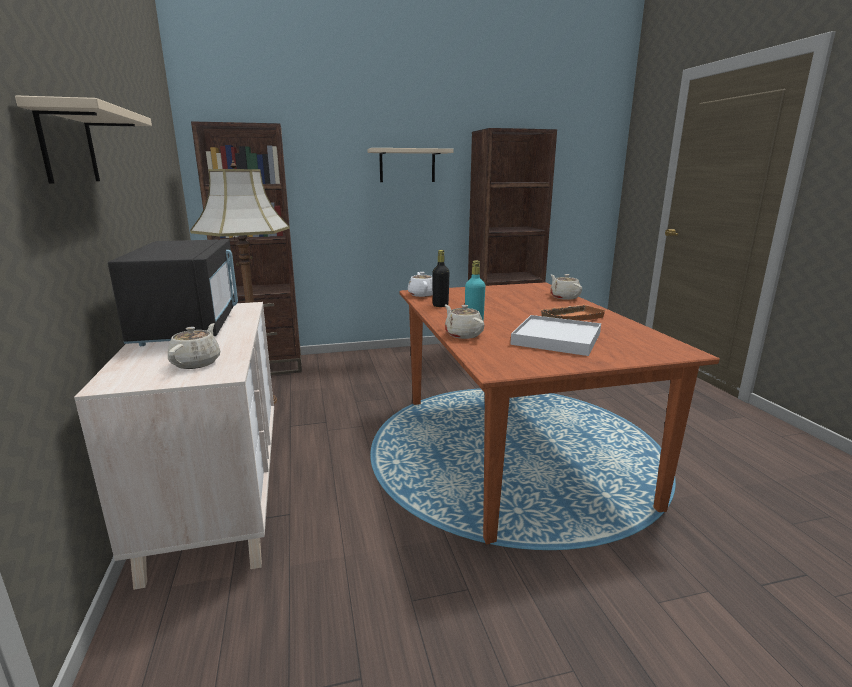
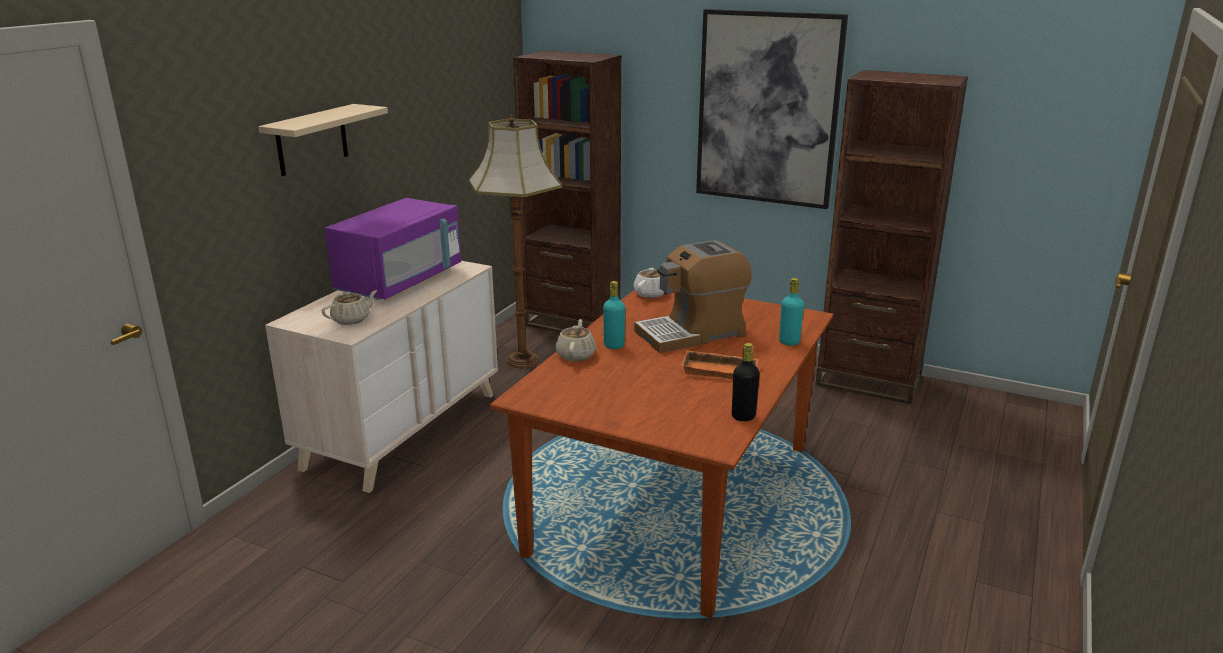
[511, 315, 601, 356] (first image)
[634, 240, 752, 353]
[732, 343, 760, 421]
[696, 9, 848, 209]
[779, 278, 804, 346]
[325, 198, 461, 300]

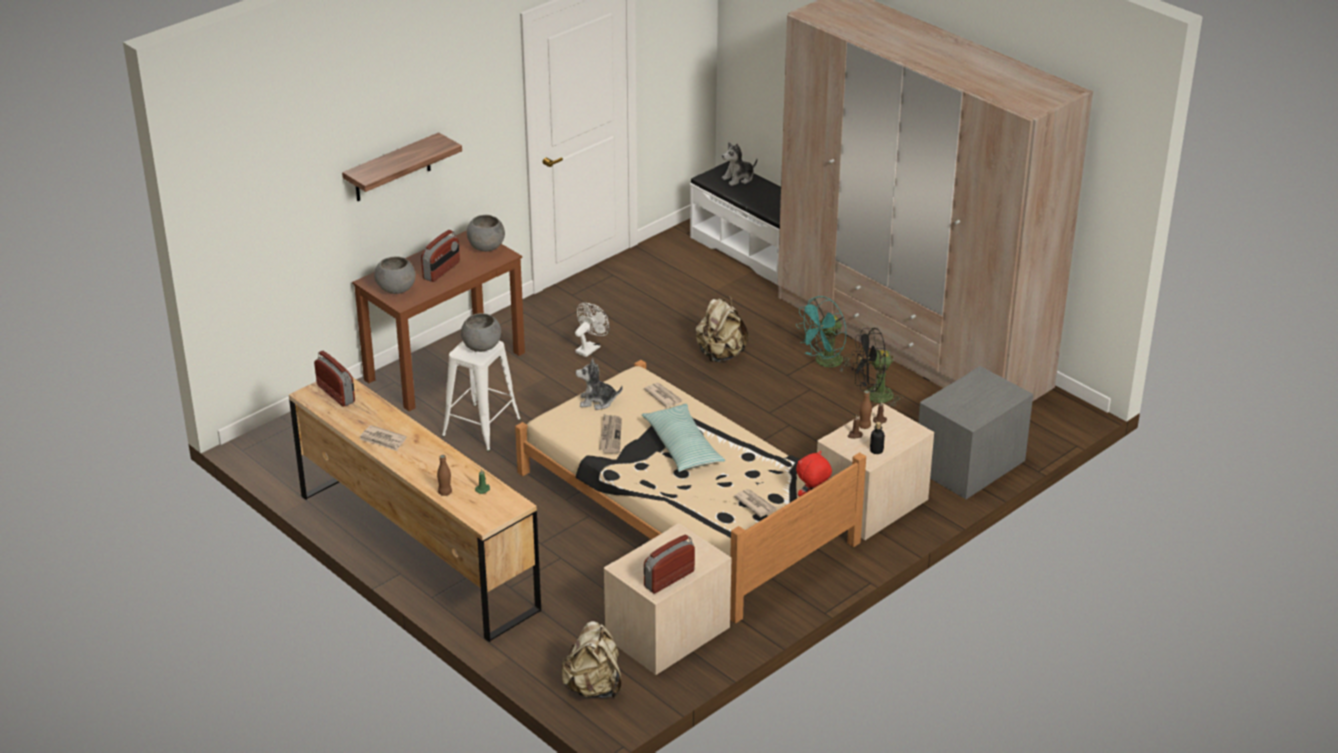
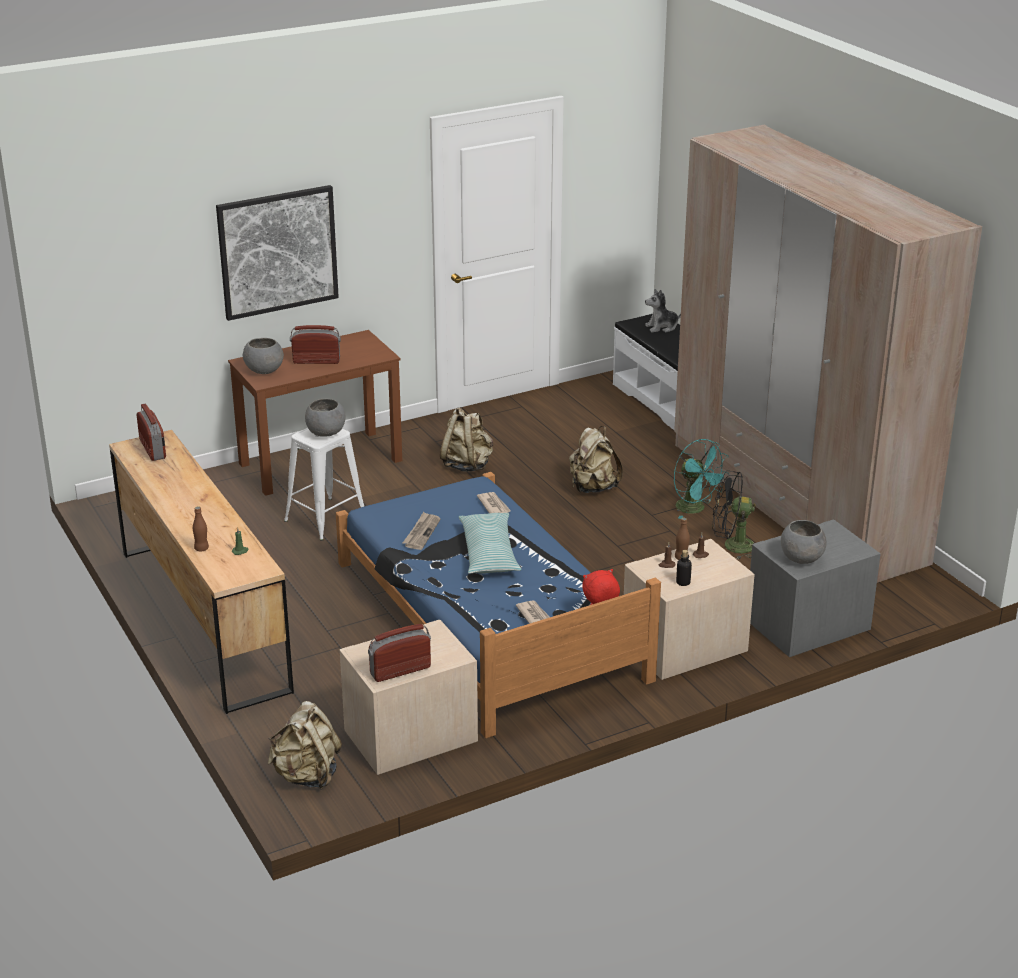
[360, 425, 407, 451] (first image)
[576, 358, 623, 410] (first image)
[781, 520, 827, 564]
[216, 185, 339, 321]
[440, 407, 493, 472]
[336, 472, 661, 738]
[290, 325, 341, 364]
[674, 439, 729, 519]

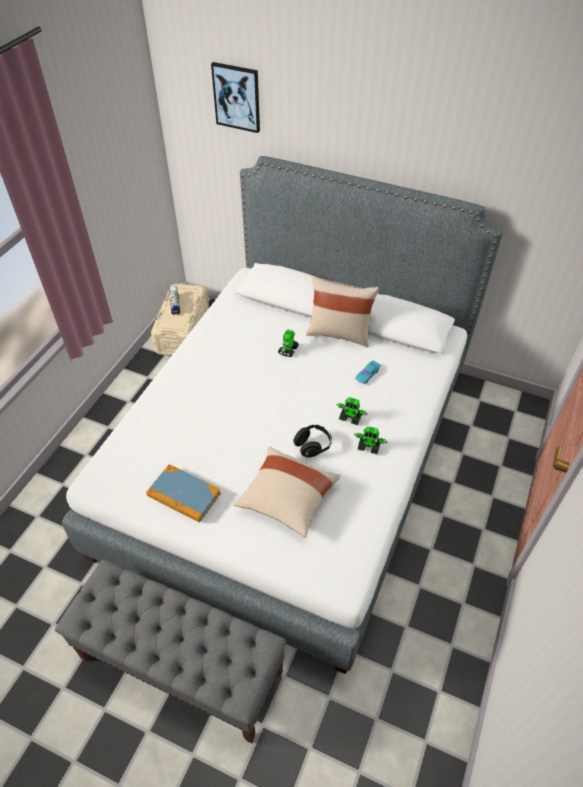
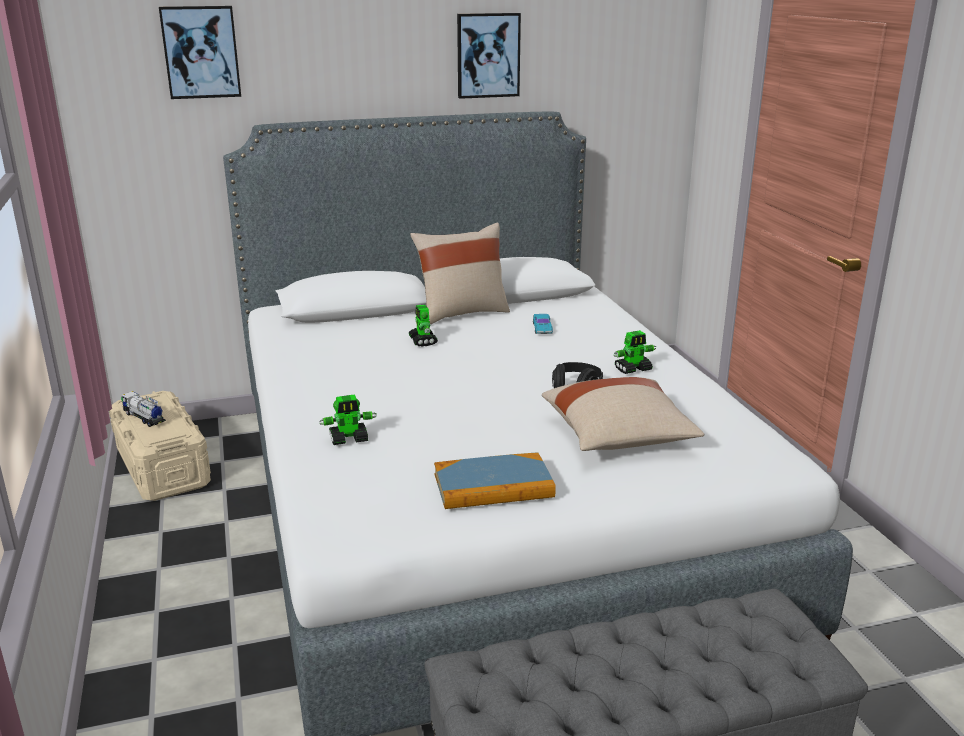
[457, 13, 521, 99]
[319, 394, 377, 445]

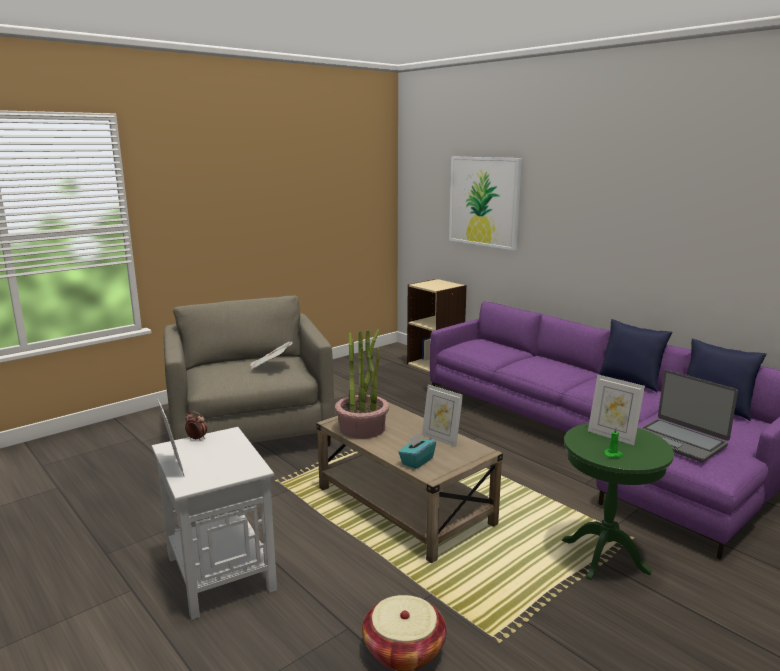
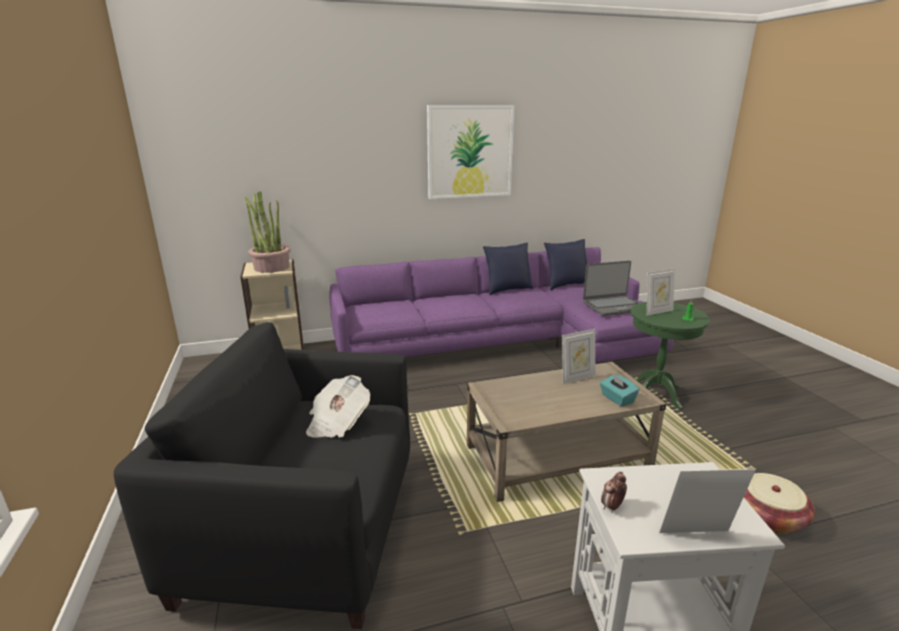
[244, 191, 291, 273]
[427, 105, 515, 199]
[114, 322, 410, 629]

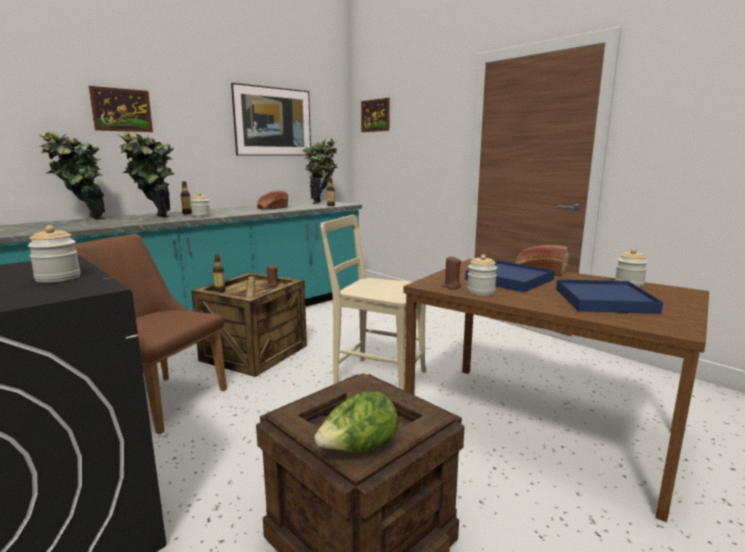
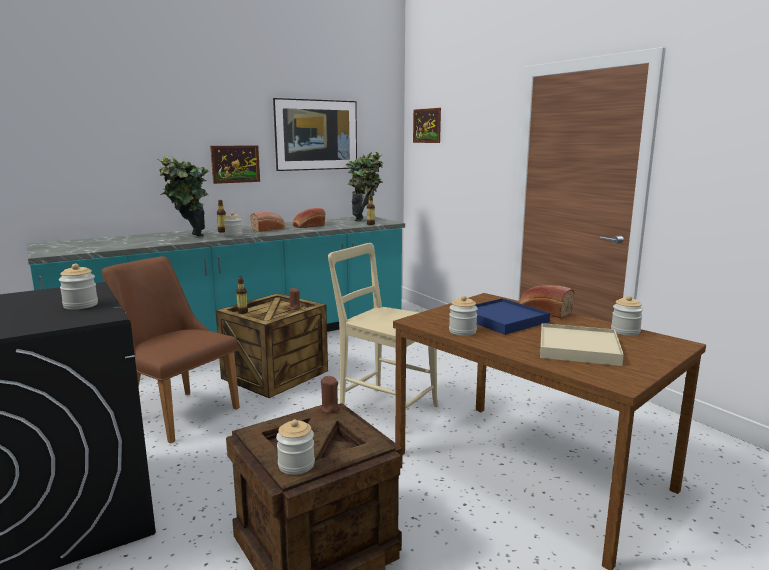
[38, 131, 105, 220] (first image)
[250, 212, 285, 232]
[210, 145, 260, 184]
[318, 376, 341, 413]
[276, 420, 315, 475]
[540, 323, 624, 366]

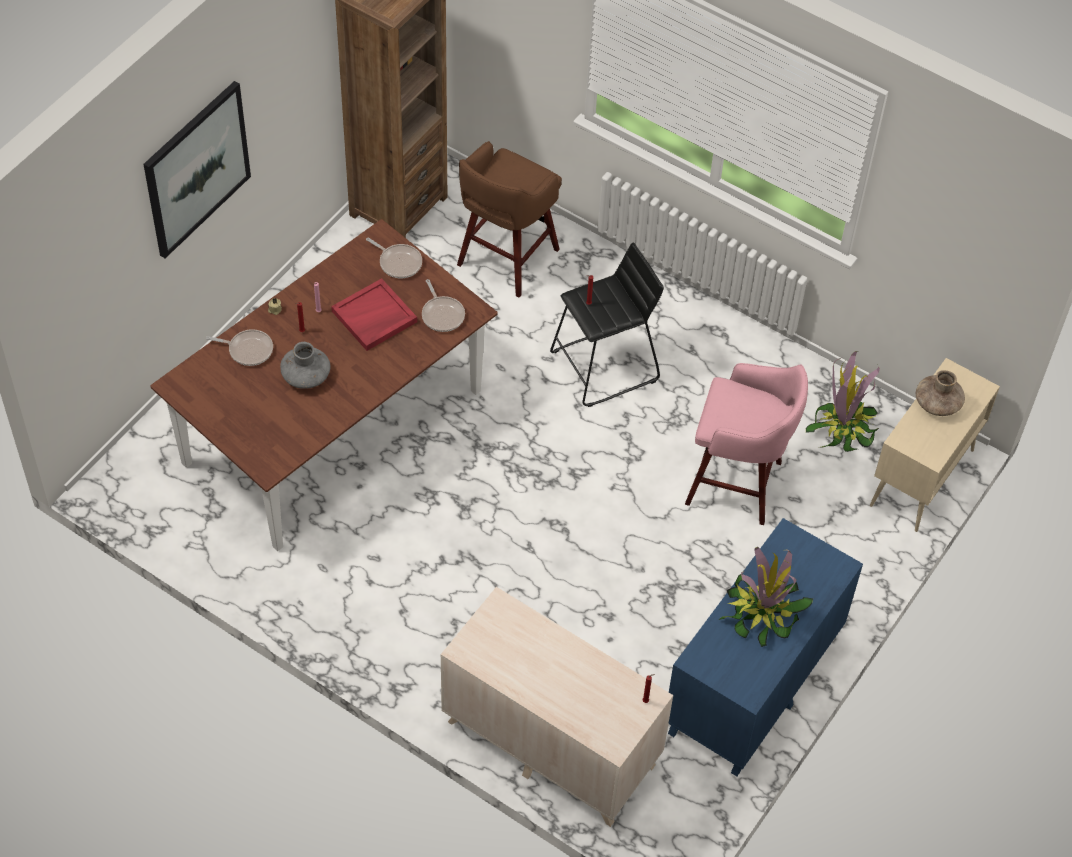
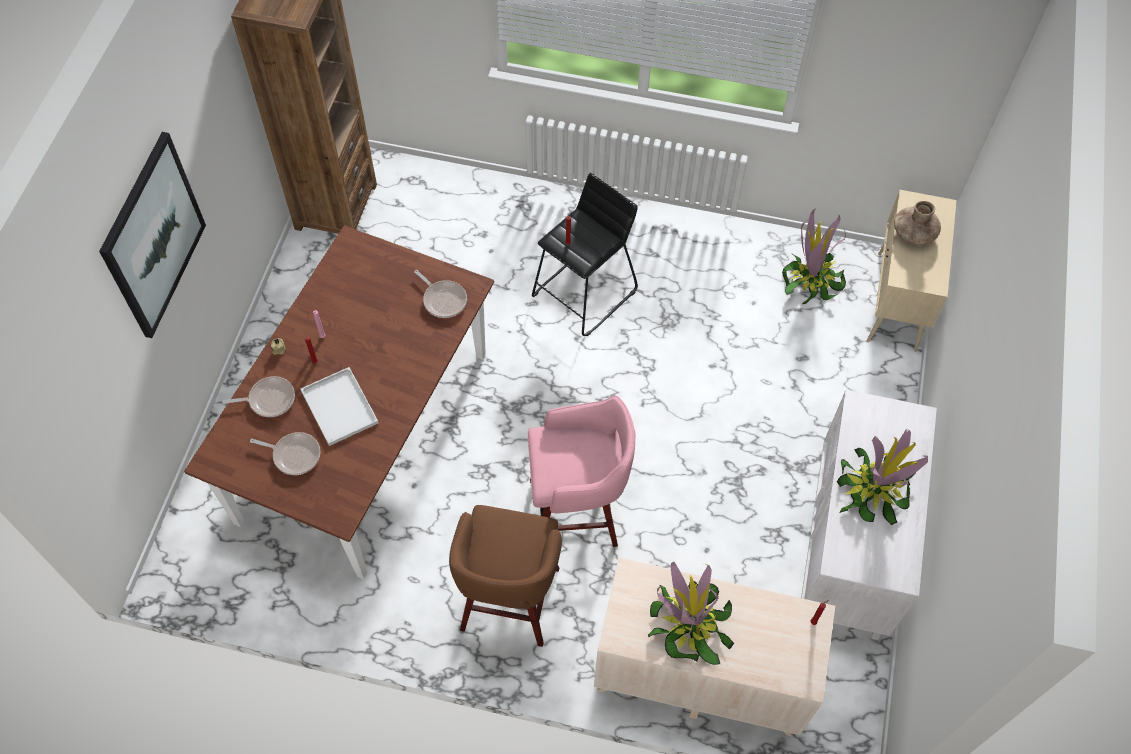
[331, 278, 417, 351] (first image)
[648, 562, 734, 665]
[250, 432, 320, 475]
[449, 505, 562, 647]
[528, 396, 635, 547]
[301, 367, 379, 446]
[801, 389, 937, 640]

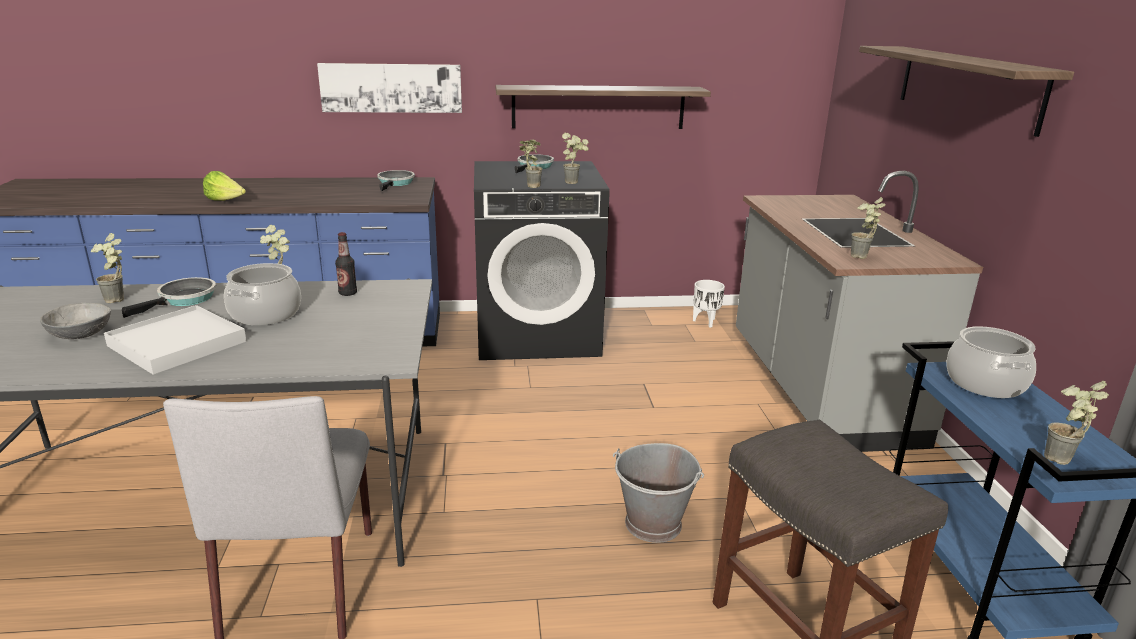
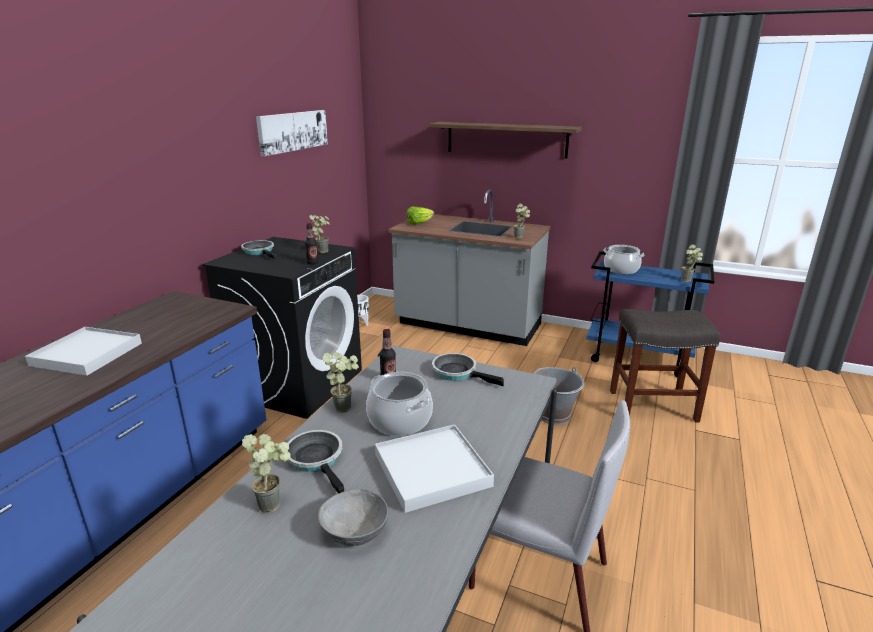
[496, 85, 711, 129] (first image)
[25, 327, 142, 376]
[407, 206, 434, 224]
[256, 110, 328, 156]
[432, 353, 504, 386]
[305, 223, 318, 264]

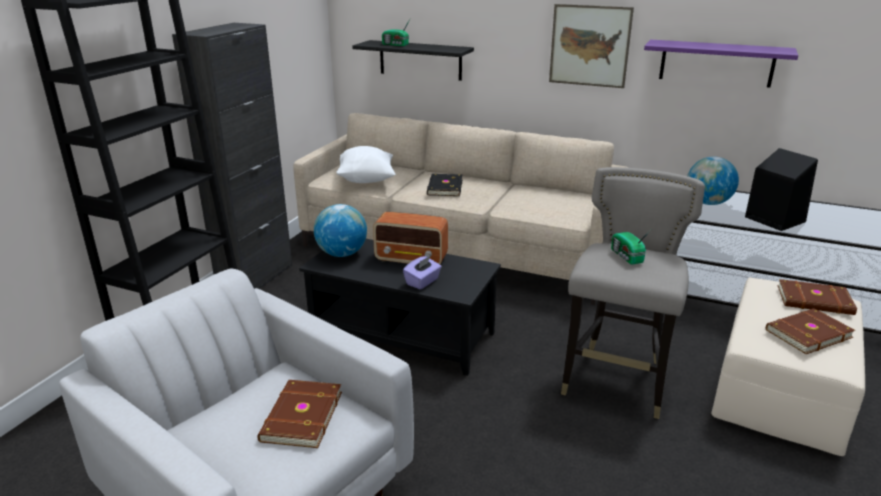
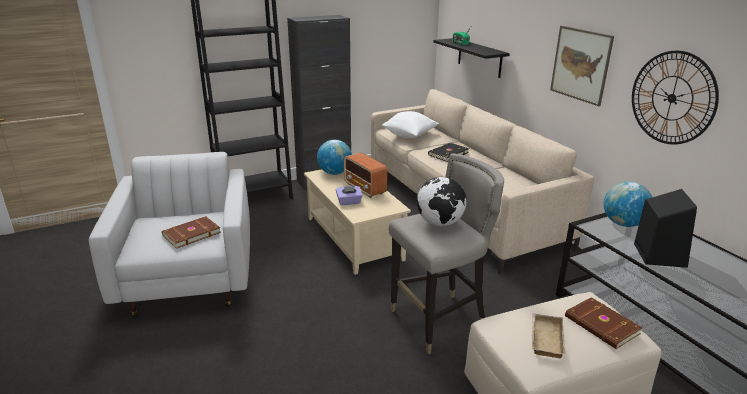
[417, 177, 467, 226]
[632, 51, 719, 144]
[532, 313, 566, 358]
[304, 169, 411, 275]

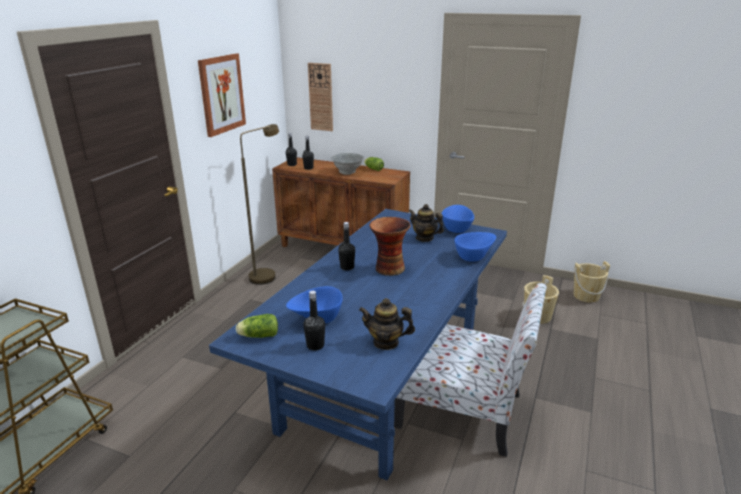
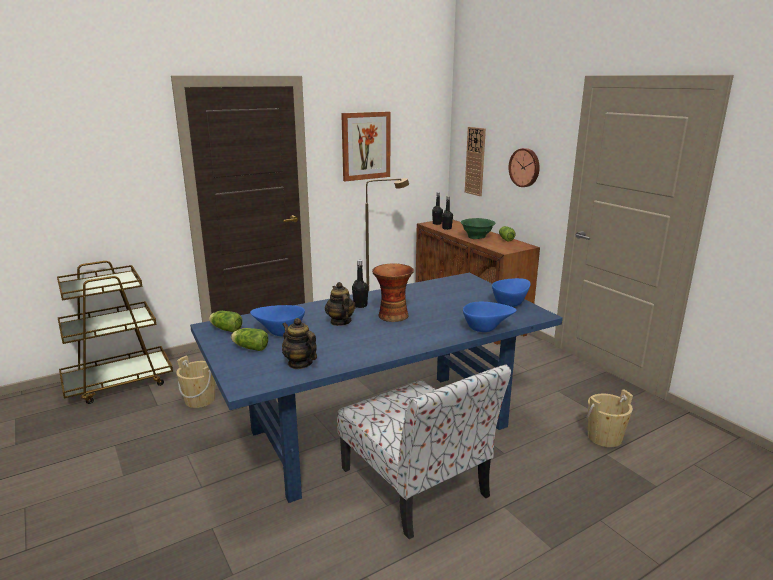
[509, 148, 540, 187]
[325, 282, 356, 326]
[176, 356, 215, 408]
[231, 328, 268, 351]
[461, 218, 495, 239]

